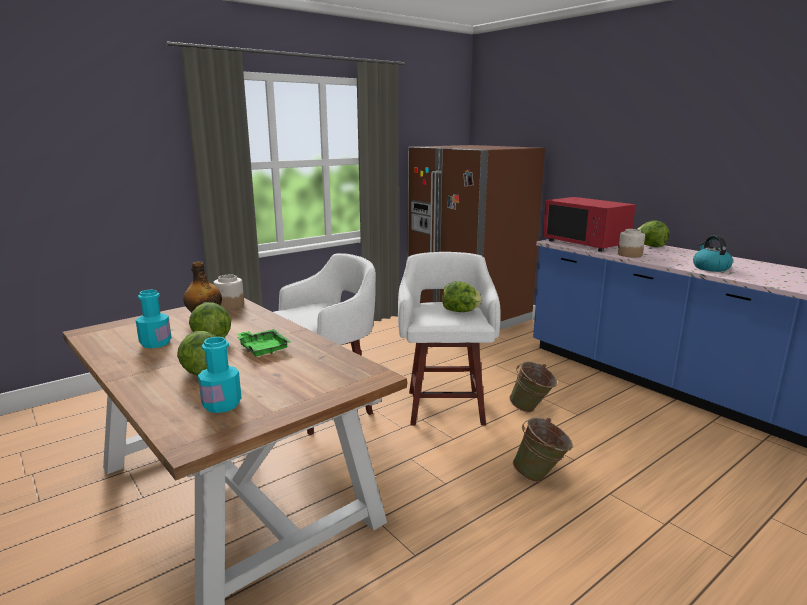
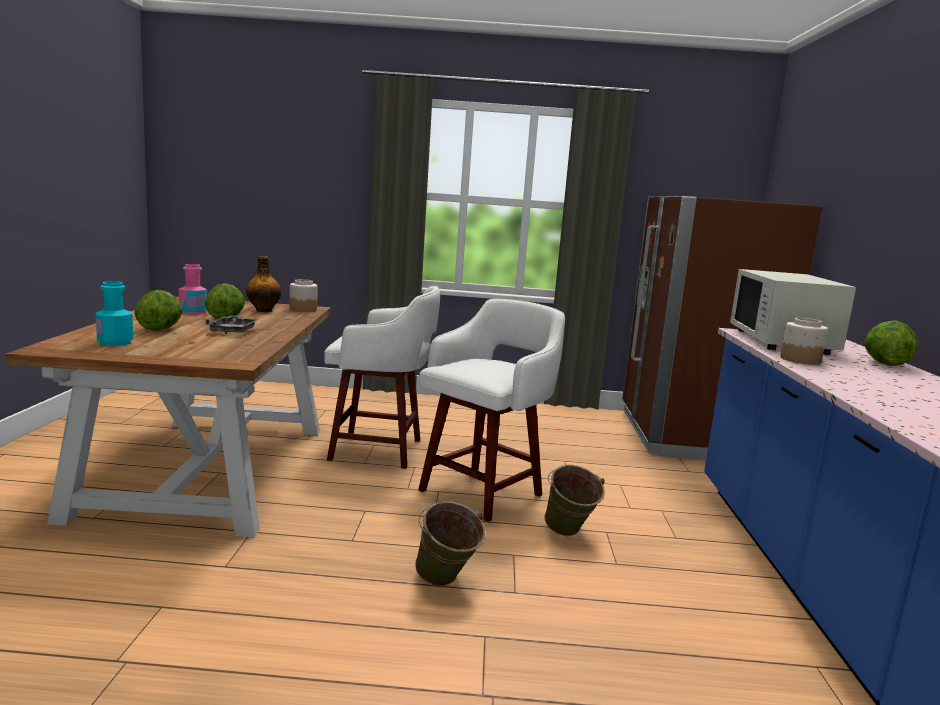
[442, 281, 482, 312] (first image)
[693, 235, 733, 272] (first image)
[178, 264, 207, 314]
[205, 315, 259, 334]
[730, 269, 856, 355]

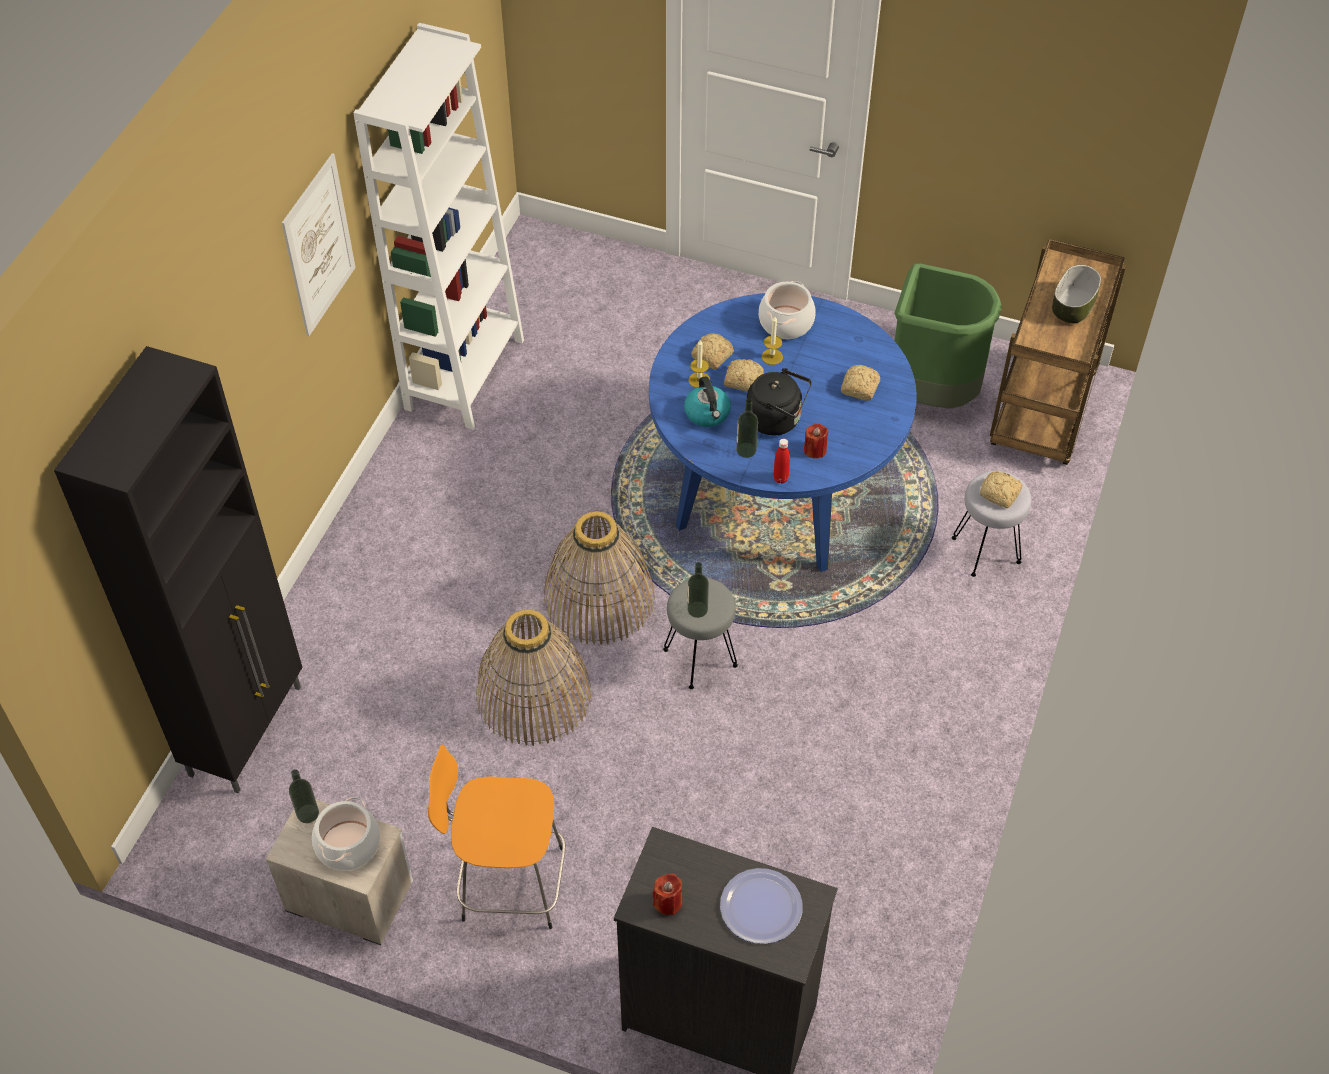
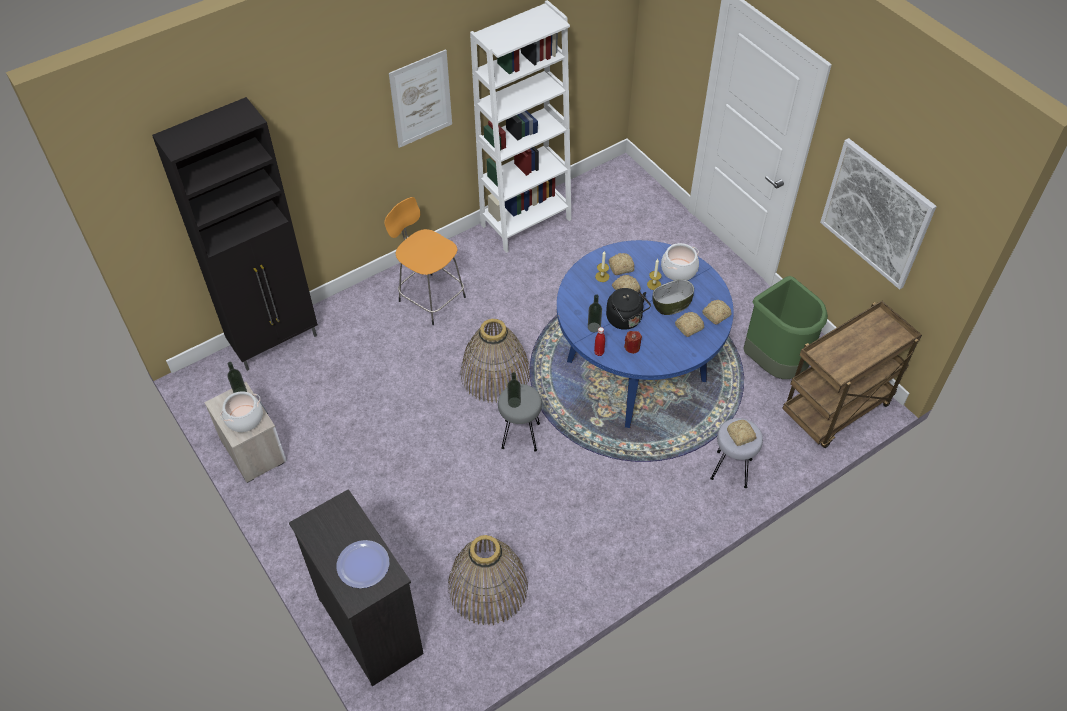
[653, 873, 682, 915] (first image)
[684, 376, 731, 427] (first image)
[702, 300, 732, 325]
[820, 138, 937, 289]
[384, 197, 466, 325]
[448, 535, 528, 625]
[652, 279, 694, 315]

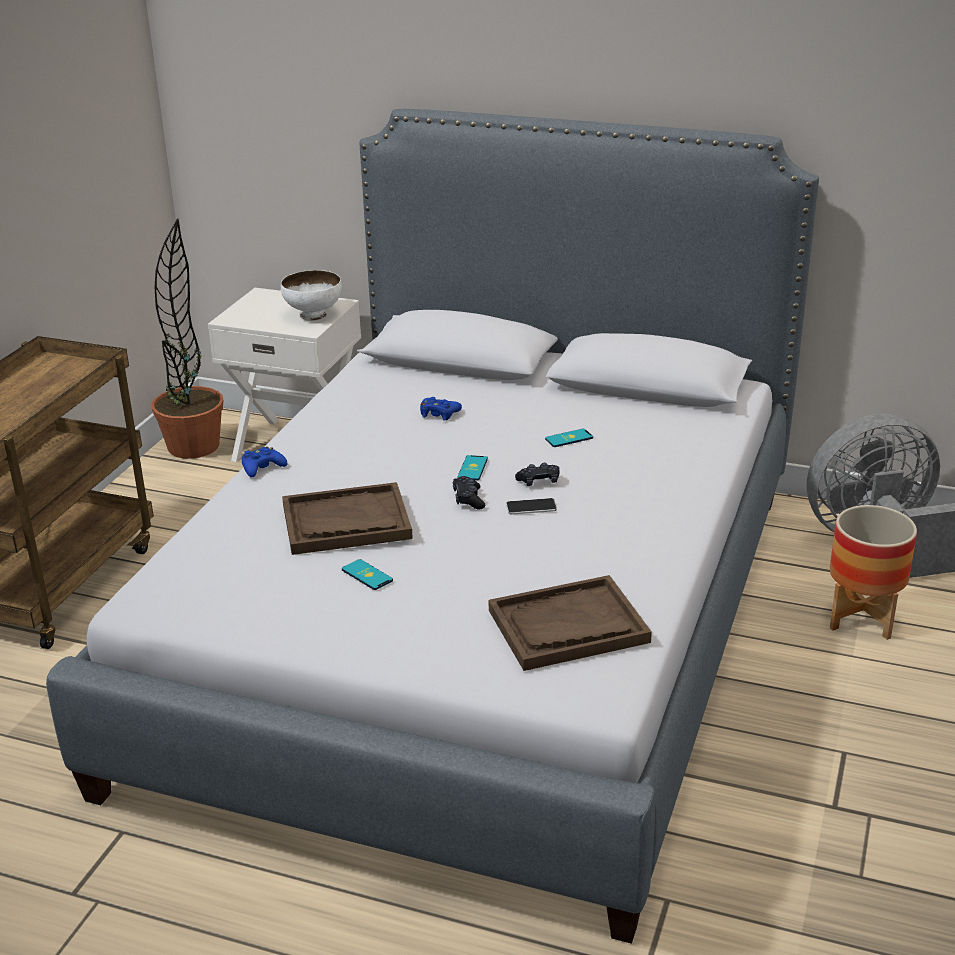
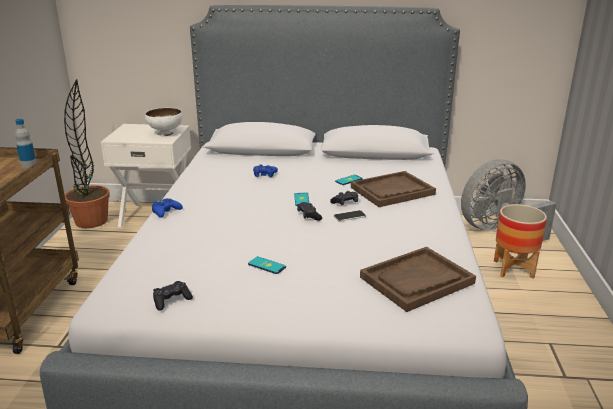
[15, 119, 36, 168]
[153, 281, 193, 311]
[351, 171, 436, 207]

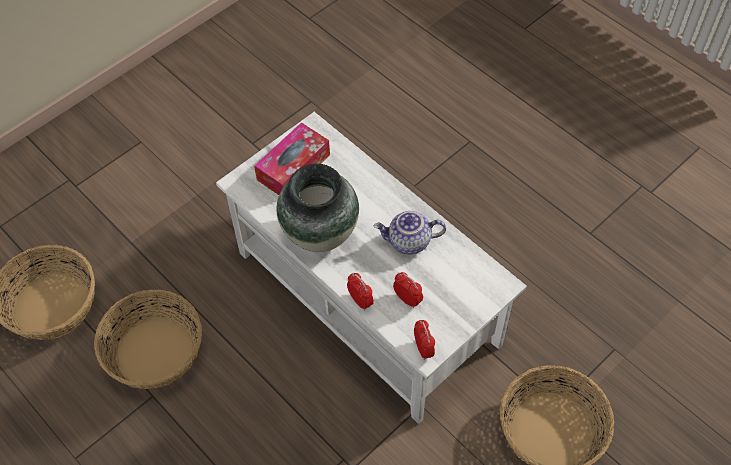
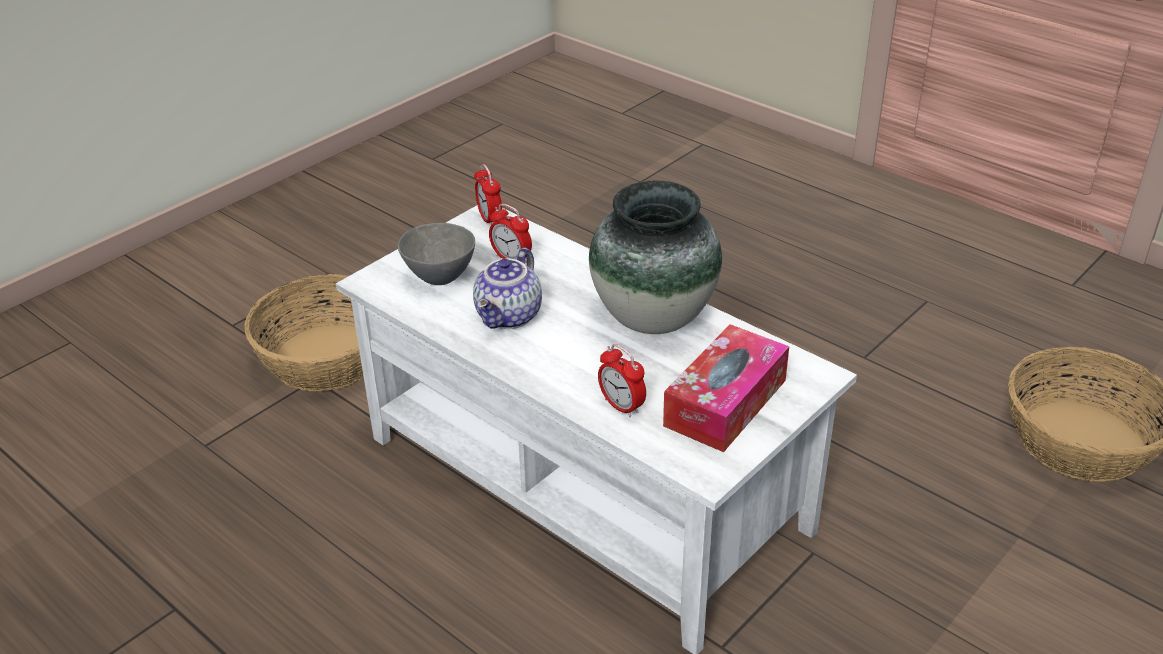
[94, 289, 202, 389] (first image)
[398, 223, 475, 285]
[598, 344, 646, 417]
[473, 247, 542, 329]

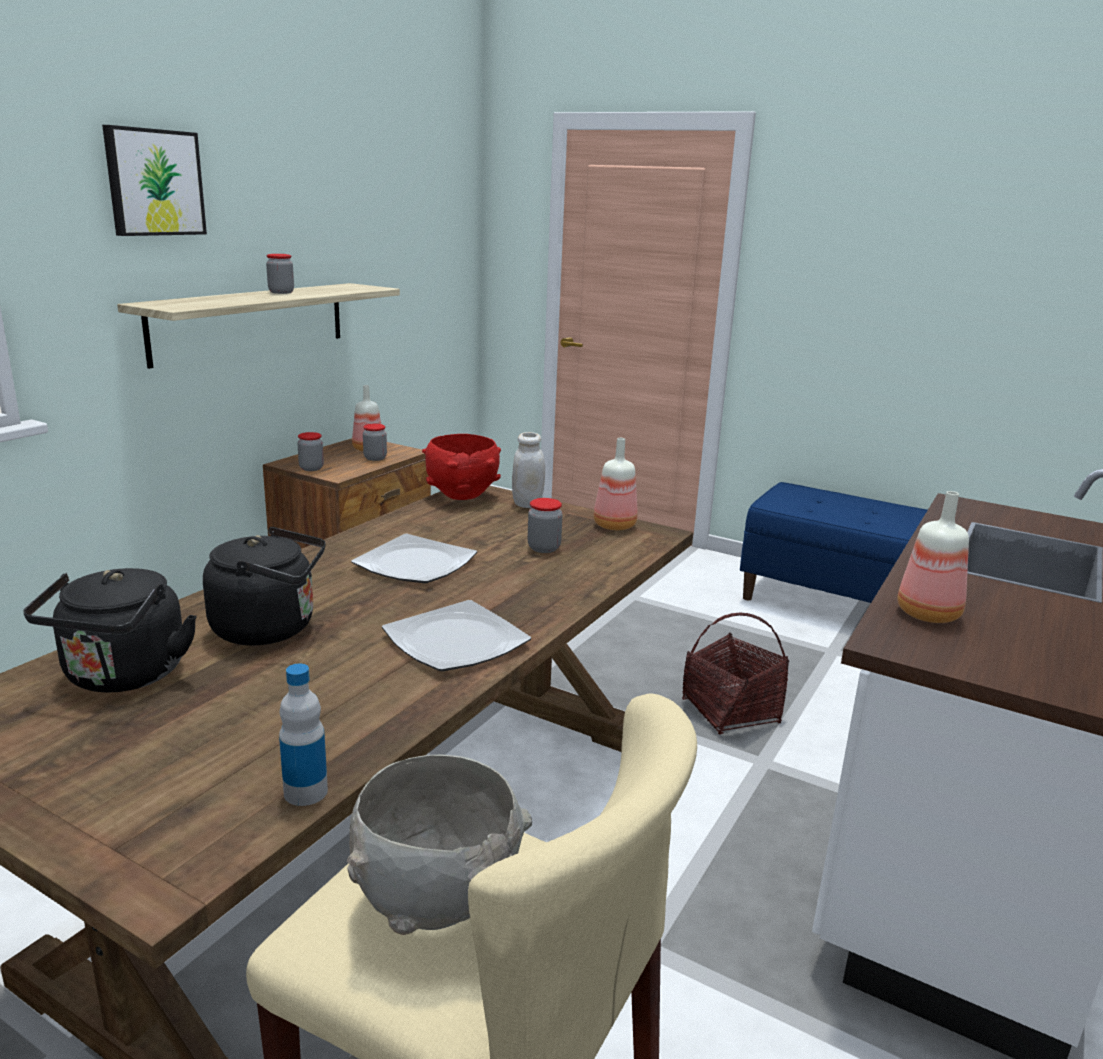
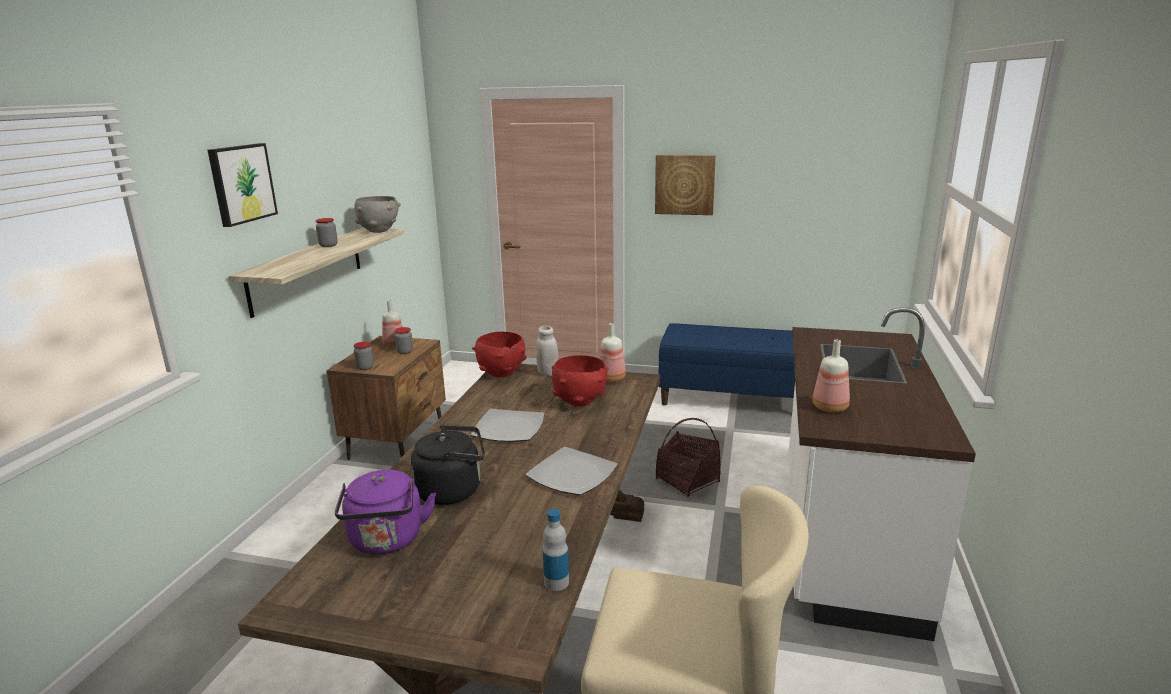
[655, 155, 716, 215]
[354, 196, 401, 233]
[552, 355, 609, 407]
[335, 470, 436, 555]

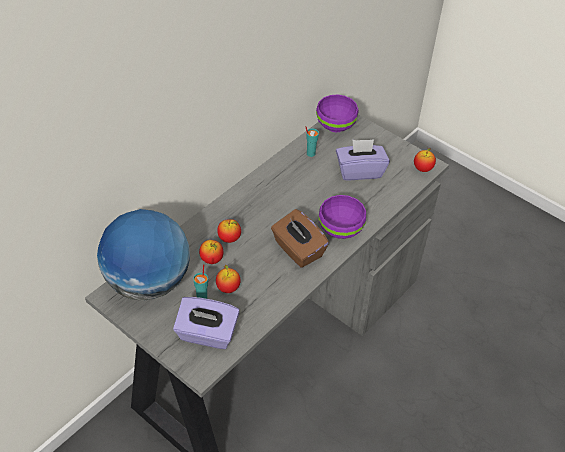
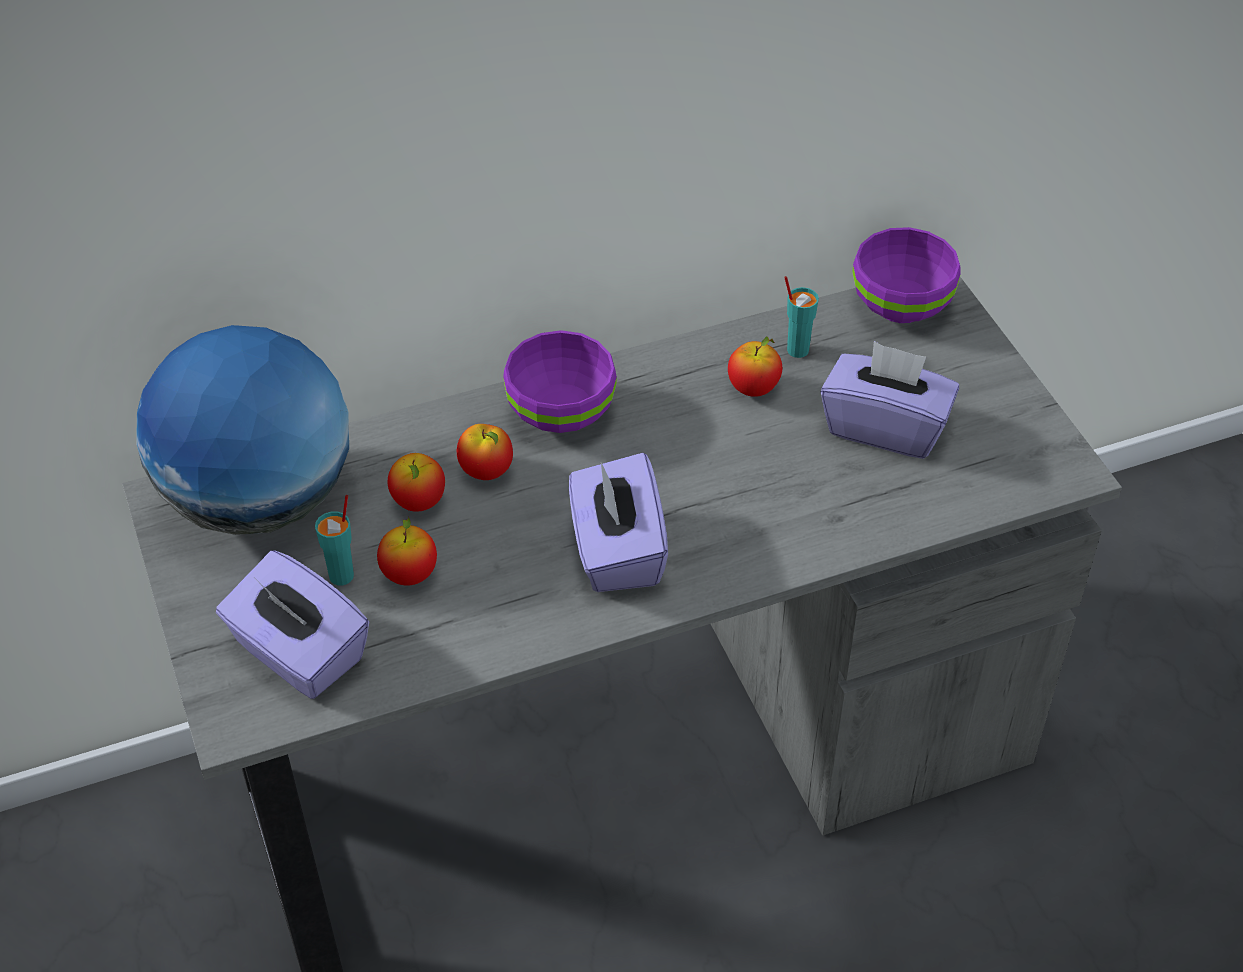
[503, 330, 617, 433]
[728, 336, 782, 397]
[569, 453, 668, 592]

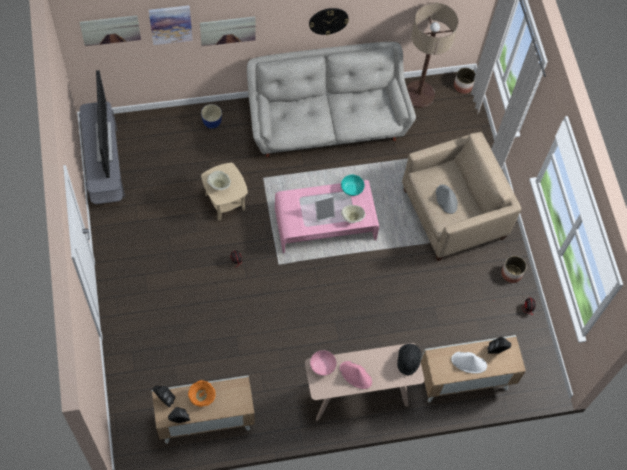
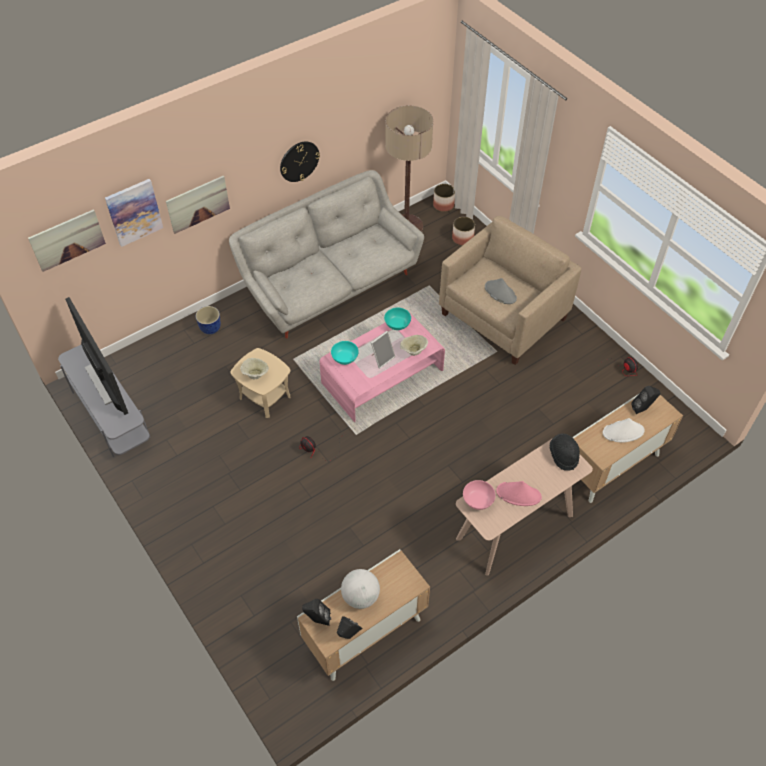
[331, 341, 359, 365]
[452, 217, 475, 245]
[341, 569, 380, 609]

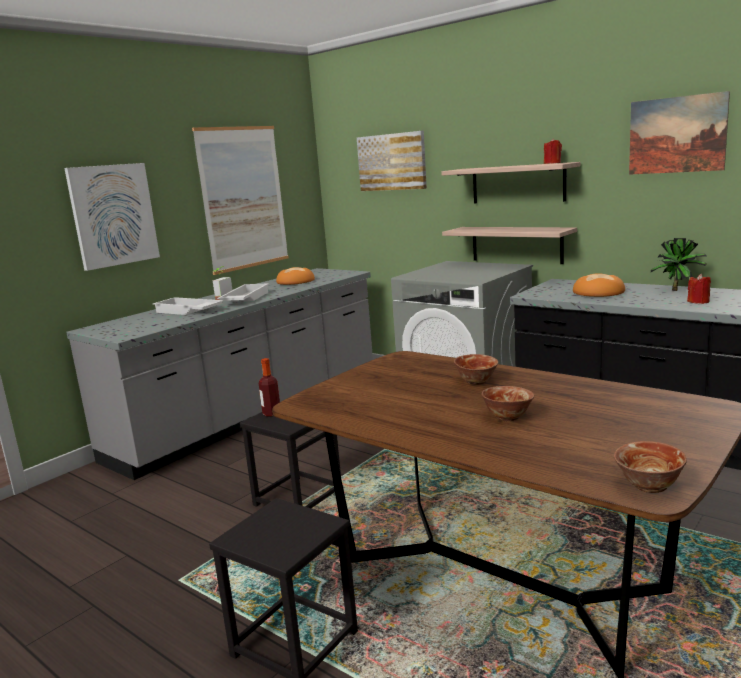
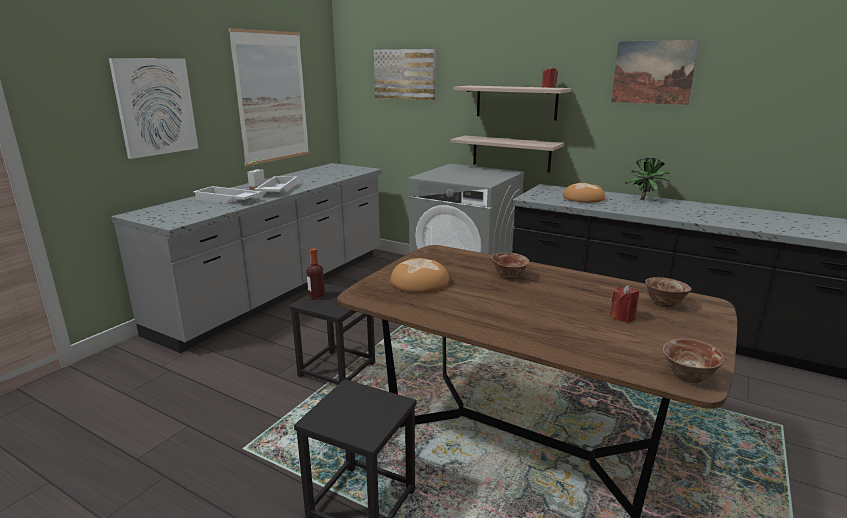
[391, 258, 449, 293]
[645, 277, 691, 307]
[610, 285, 639, 323]

